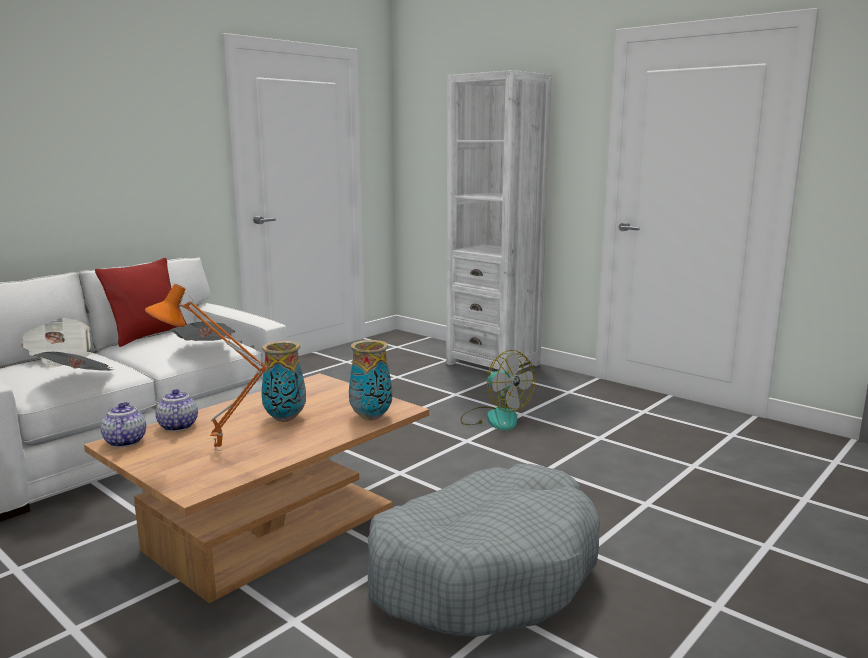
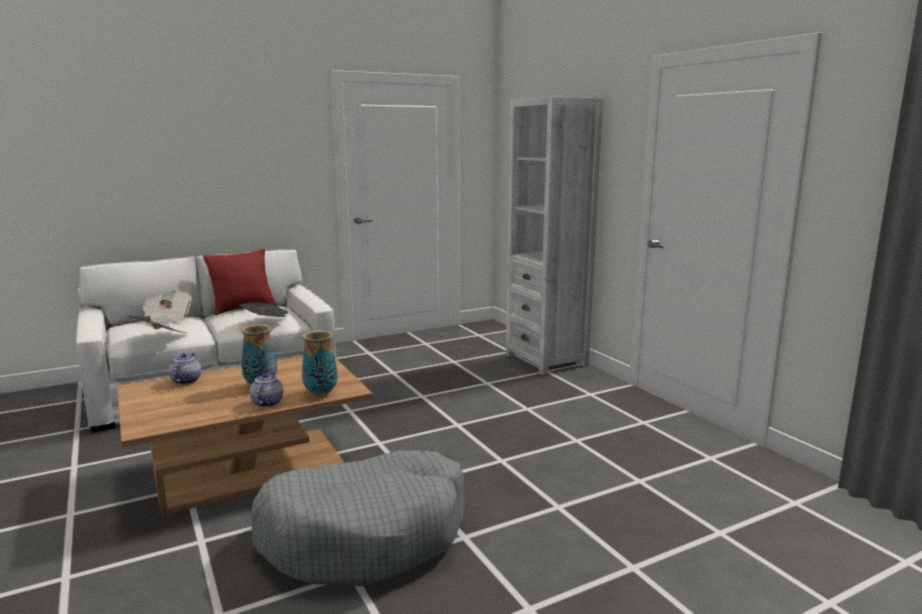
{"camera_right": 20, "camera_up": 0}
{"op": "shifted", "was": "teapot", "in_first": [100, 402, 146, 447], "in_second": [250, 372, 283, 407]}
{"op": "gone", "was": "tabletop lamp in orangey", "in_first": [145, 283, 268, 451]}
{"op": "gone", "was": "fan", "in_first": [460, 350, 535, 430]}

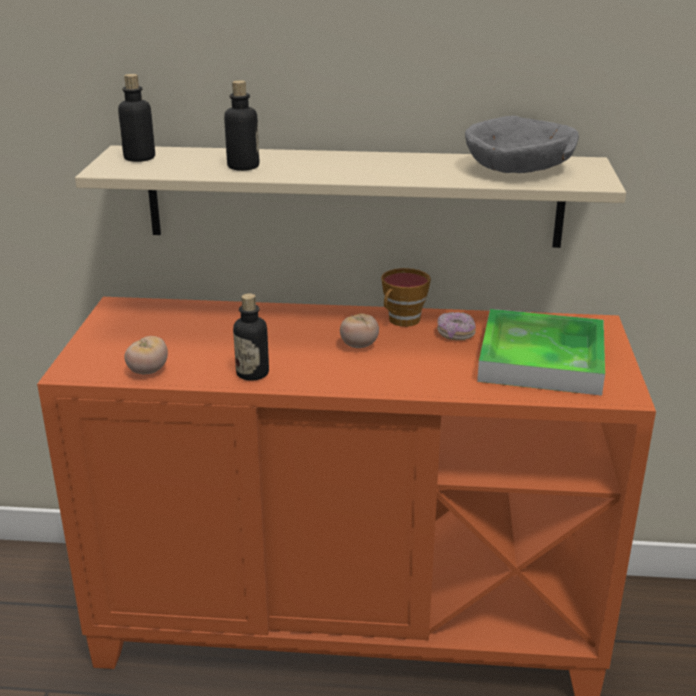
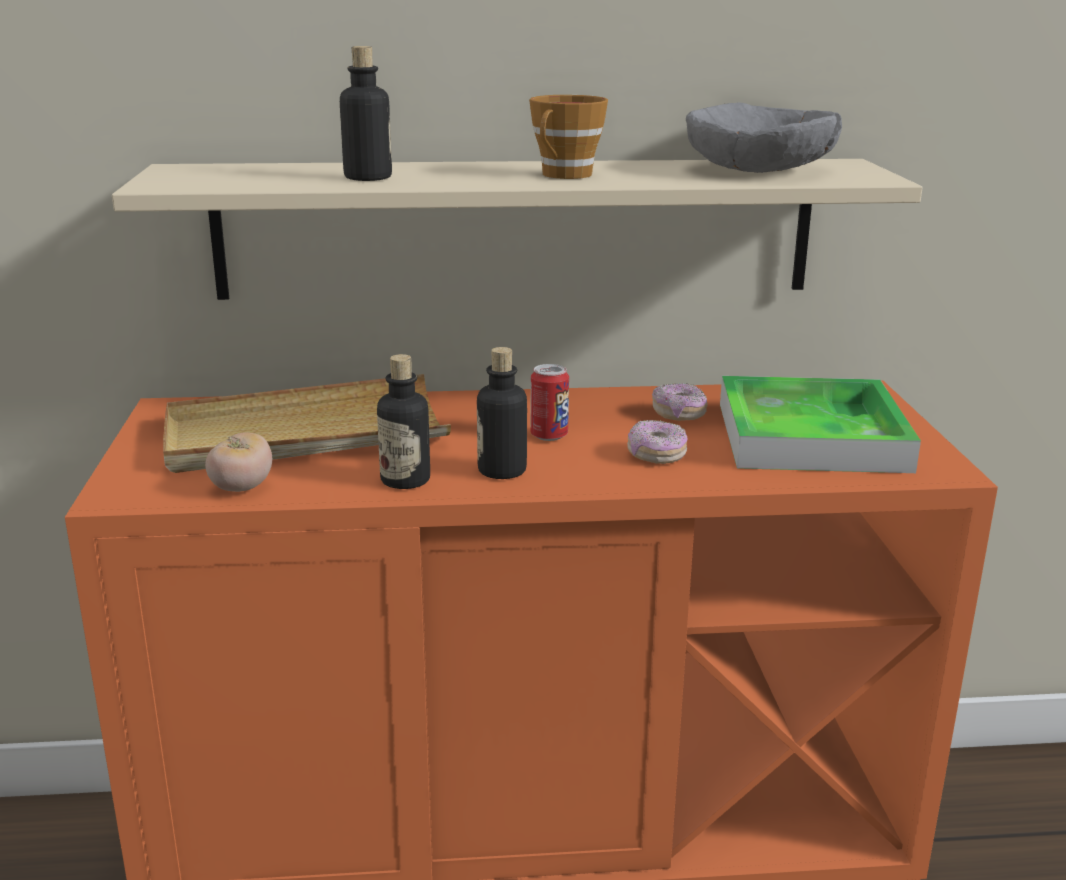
{"camera_right": -10, "camera_up": -5}
{"op": "shifted", "was": "beverage bottle", "in_first": [118, 74, 155, 162], "in_second": [477, 347, 527, 479]}
{"op": "swapped", "was": "fresh tomato", "now": "sealed can", "in_first": [340, 314, 379, 348], "in_second": [530, 364, 569, 441]}
{"op": "shifted", "was": "small cup", "in_first": [381, 268, 431, 327], "in_second": [529, 95, 608, 179]}
{"op": "new", "now": "serving tray in sand-coloured", "in_second": [163, 374, 451, 473]}
{"op": "new", "now": "doughnut", "in_second": [627, 420, 688, 464]}

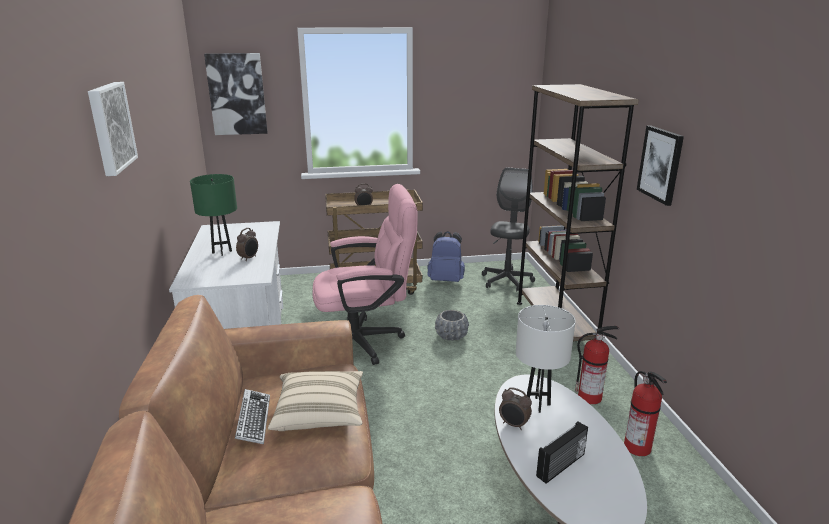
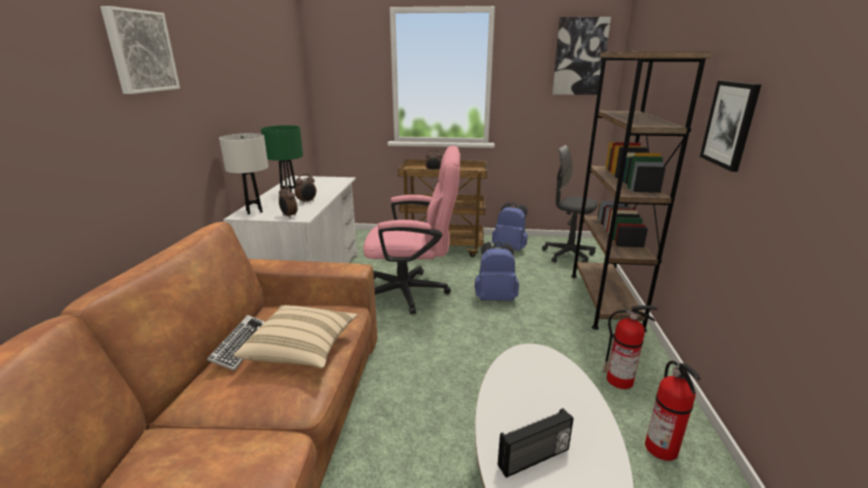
{"camera_right": 15, "camera_up": 0}
{"op": "shifted", "was": "picture", "in_first": [204, 53, 268, 135], "in_second": [552, 17, 611, 95]}
{"op": "swapped", "was": "planter in greyish", "now": "rucksack in bluish", "in_first": [435, 310, 469, 341], "in_second": [475, 242, 519, 301]}
{"op": "rotated", "was": "desk chair in greyish", "in_first": [482, 167, 535, 292], "in_second": [542, 145, 597, 263], "clockwise": -90}
{"op": "shifted", "was": "table clock", "in_first": [499, 387, 532, 430], "in_second": [279, 186, 297, 218]}
{"op": "shifted", "was": "tabletop lamp in whitish", "in_first": [516, 305, 576, 413], "in_second": [219, 133, 268, 215]}

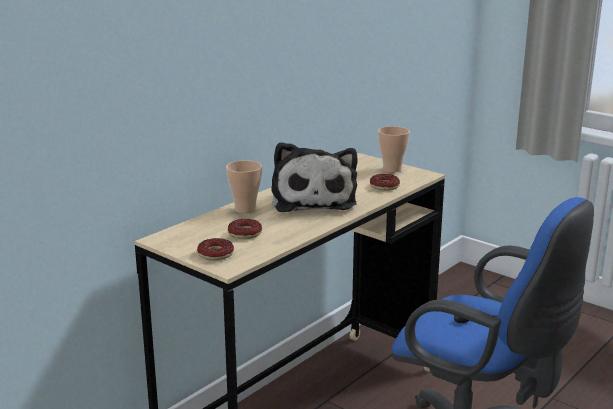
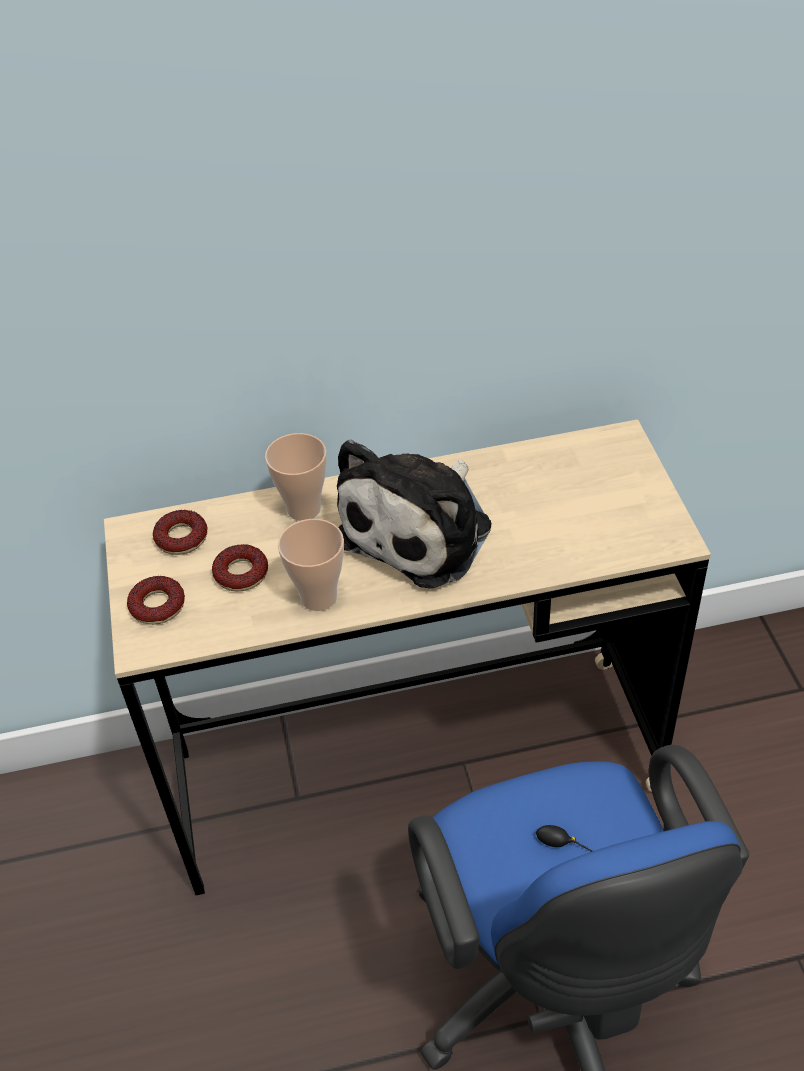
{"camera_right": 40, "camera_up": 25}
{"op": "shifted", "was": "doughnut", "in_first": [370, 174, 400, 191], "in_second": [153, 510, 208, 555]}
{"op": "shifted", "was": "small cup", "in_first": [378, 126, 410, 172], "in_second": [278, 519, 344, 611]}

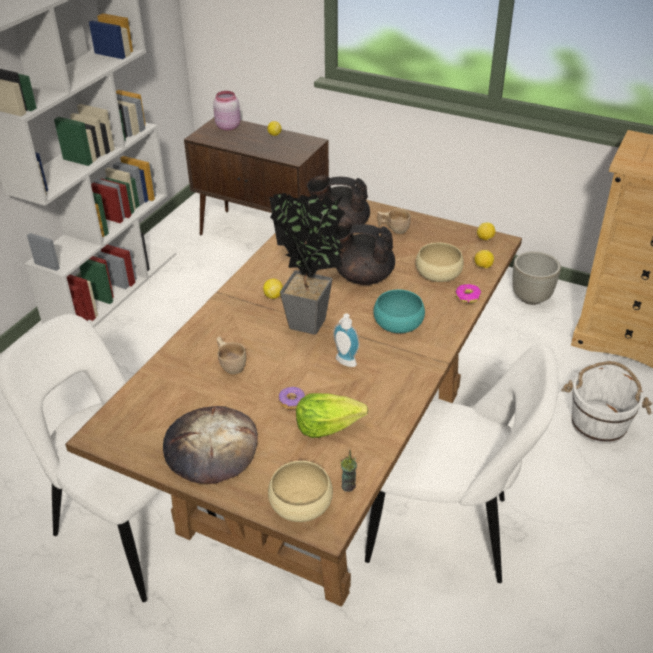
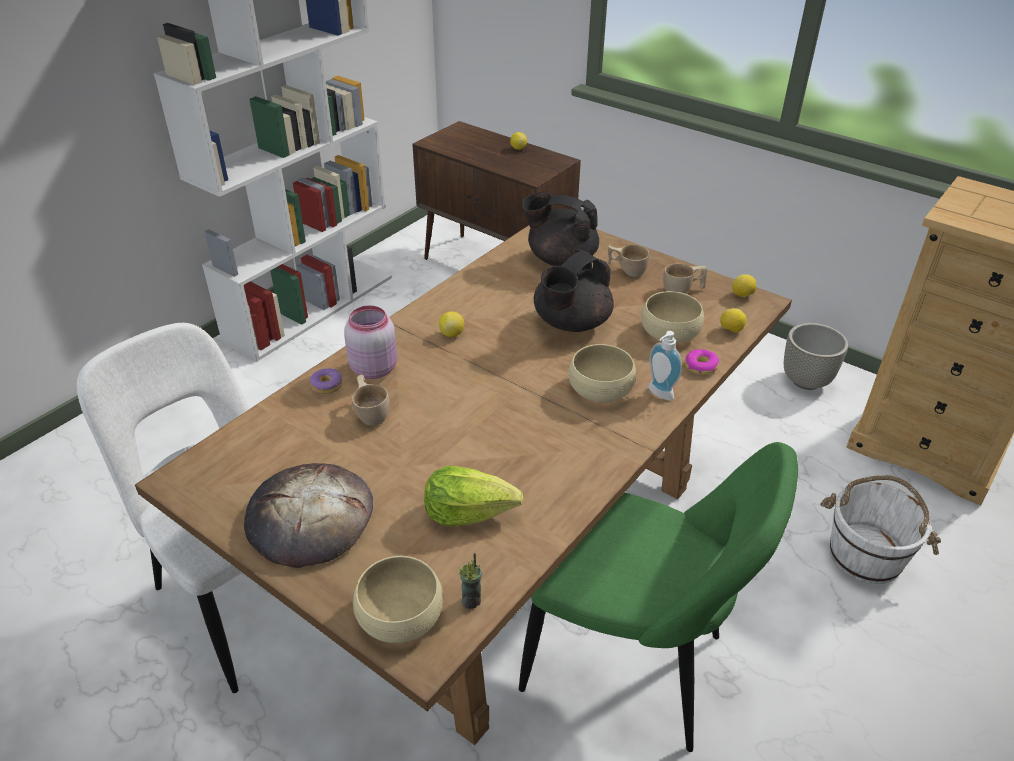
{"camera_right": 10, "camera_up": 0}
{"op": "shifted", "was": "preserve jar in pinkish", "in_first": [213, 91, 240, 131], "in_second": [344, 305, 397, 379]}
{"op": "gone", "was": "plant in a pot", "in_first": [269, 193, 345, 335]}
{"op": "shifted", "was": "doughnut", "in_first": [279, 387, 305, 410], "in_second": [310, 368, 342, 394]}
{"op": "shifted", "was": "liquid soap bottle", "in_first": [333, 314, 360, 367], "in_second": [648, 331, 682, 400]}
{"op": "rotated", "was": "teapot in blackish", "in_first": [334, 221, 395, 285], "in_second": [534, 249, 614, 332], "clockwise": -75}
{"op": "repainted", "was": "plain chair in whitish", "now": "plain chair in green-coloured", "in_first": [365, 344, 559, 583], "in_second": [519, 442, 798, 752]}
{"op": "repainted", "was": "deep dish in turquoise-coloured", "now": "deep dish in sand-coloured", "in_first": [373, 289, 425, 333], "in_second": [568, 344, 636, 402]}
{"op": "new", "now": "small cup in sand-coloured", "in_second": [663, 264, 707, 294]}

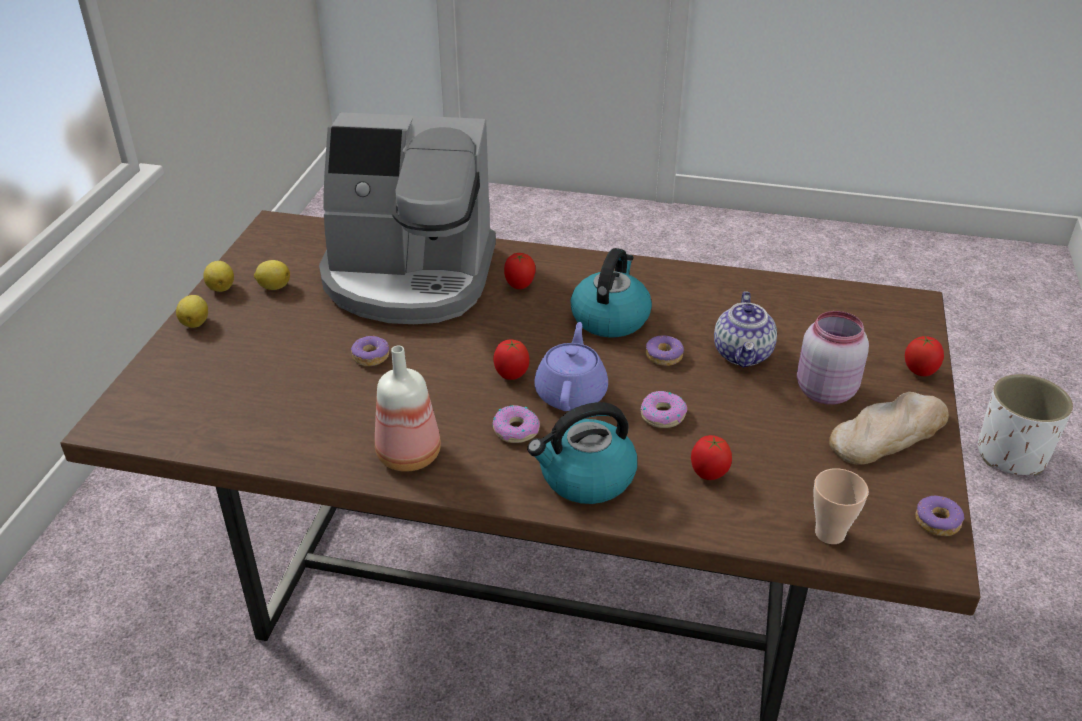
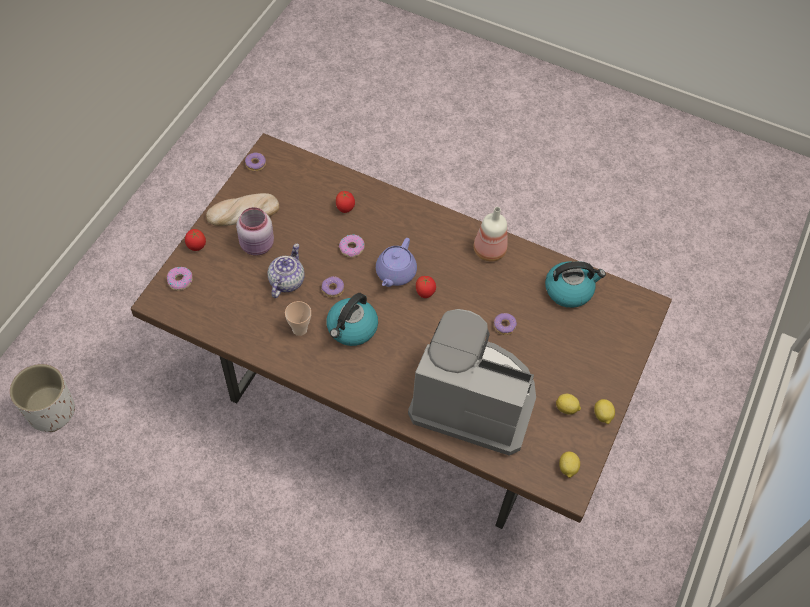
{"camera_right": -170, "camera_up": 20}
{"op": "shifted", "was": "citrus fruit", "in_first": [176, 295, 208, 328], "in_second": [559, 451, 580, 478]}
{"op": "shifted", "was": "doughnut", "in_first": [493, 405, 540, 443], "in_second": [167, 267, 192, 291]}
{"op": "gone", "was": "fresh tomato", "in_first": [504, 253, 536, 289]}
{"op": "shifted", "was": "water kettle", "in_first": [527, 402, 637, 504], "in_second": [545, 261, 606, 308]}
{"op": "shifted", "was": "small cup", "in_first": [813, 468, 869, 544], "in_second": [285, 301, 311, 336]}

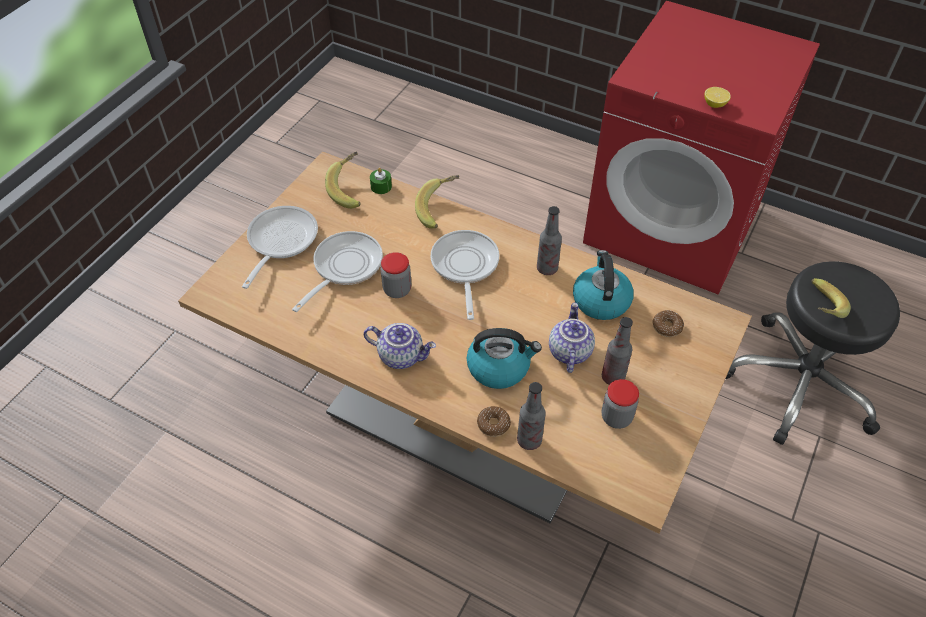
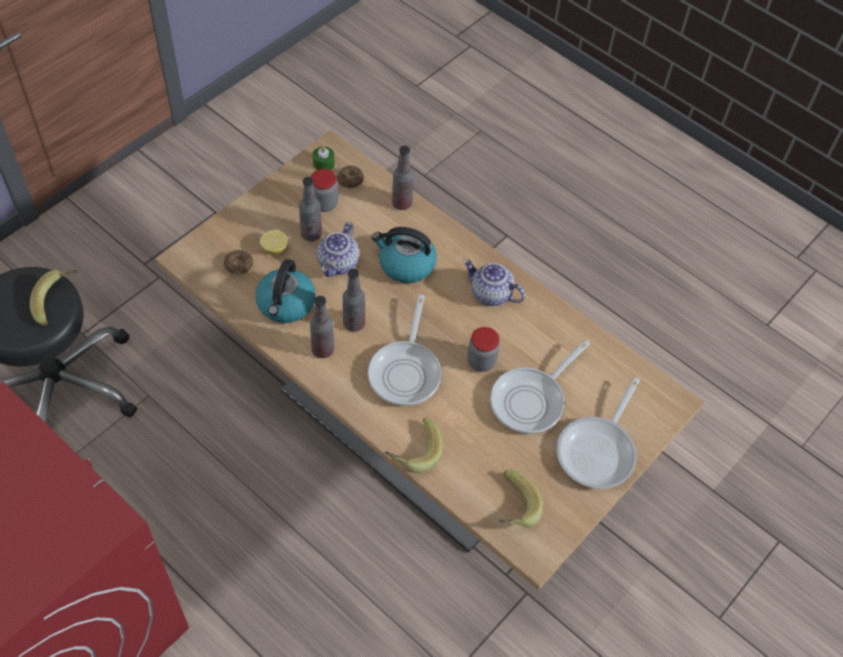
{"camera_right": -170, "camera_up": 5}
{"op": "shifted", "was": "candle in green-coloured", "in_first": [370, 168, 392, 194], "in_second": [313, 146, 335, 170]}
{"op": "shifted", "was": "doughnut", "in_first": [477, 406, 511, 437], "in_second": [336, 165, 364, 188]}
{"op": "shifted", "was": "citrus fruit", "in_first": [704, 87, 731, 108], "in_second": [260, 230, 288, 254]}
{"op": "new", "now": "beverage bottle", "in_second": [343, 269, 365, 331]}

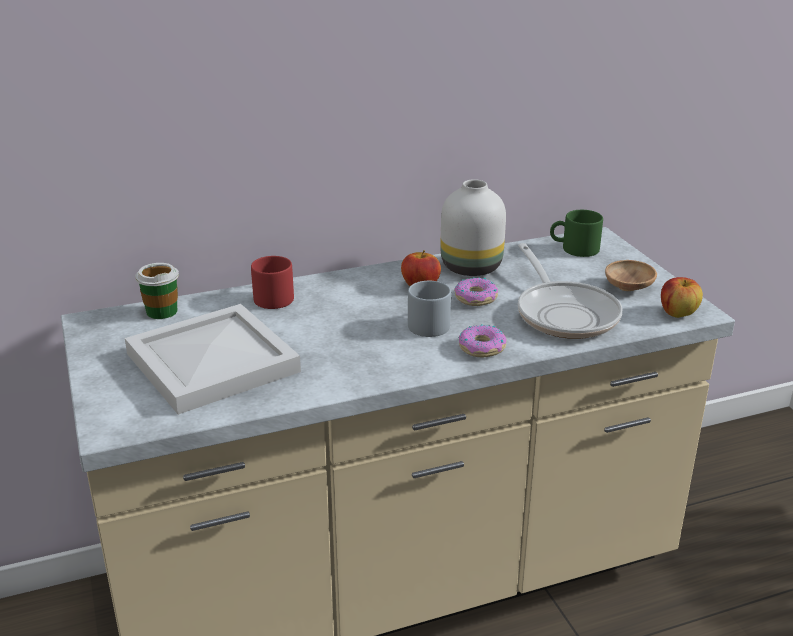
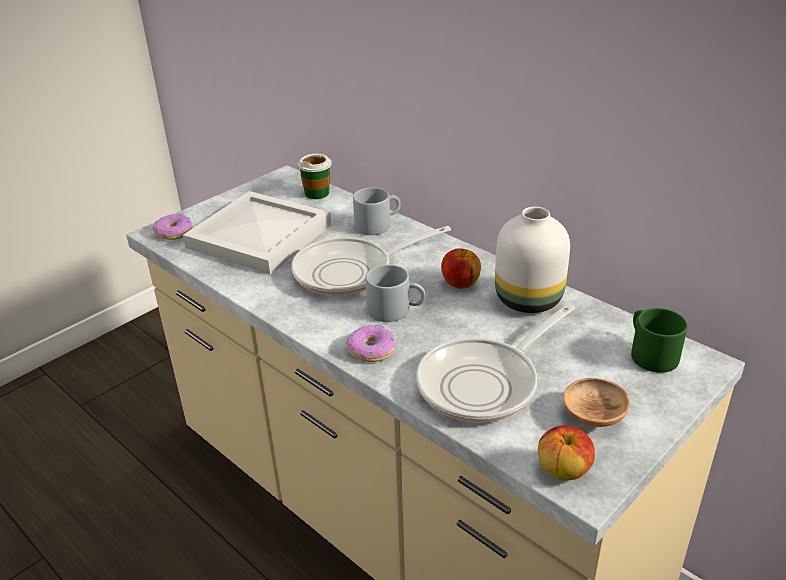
{"camera_right": 65, "camera_up": 5}
{"op": "repainted", "was": "coffee mug in red-coloured", "now": "coffee mug in greyish", "in_first": [251, 256, 294, 309], "in_second": [353, 187, 401, 235]}
{"op": "shifted", "was": "doughnut", "in_first": [454, 277, 498, 306], "in_second": [152, 214, 193, 240]}
{"op": "new", "now": "pan", "in_second": [292, 226, 451, 296]}

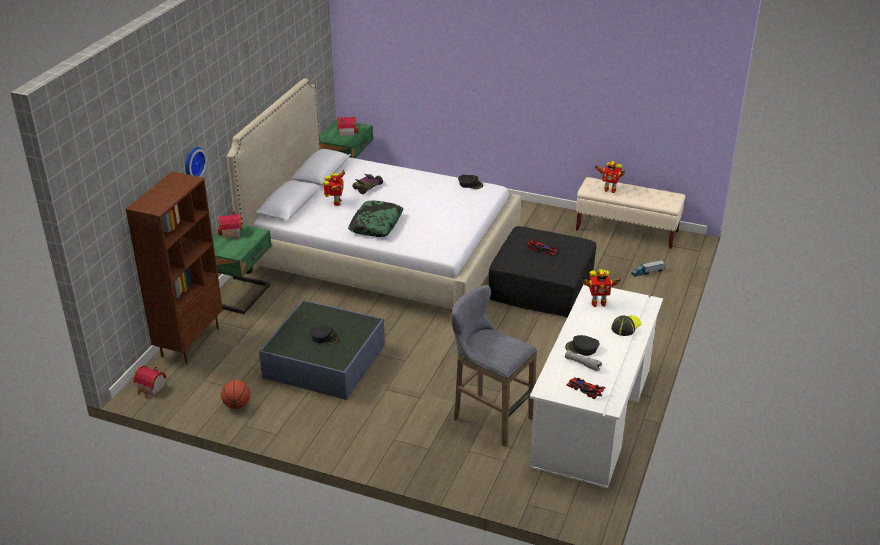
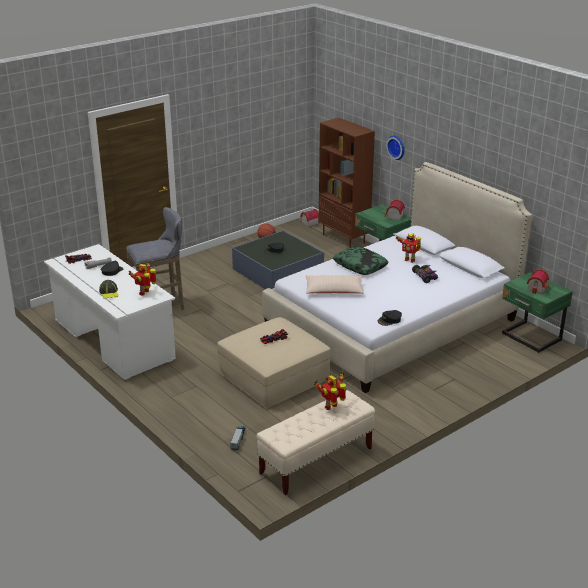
{"camera_right": 120, "camera_up": -5}
{"op": "repainted", "was": "ottoman in blackish", "now": "ottoman in sand-coloured", "in_first": [489, 226, 596, 317], "in_second": [217, 317, 331, 408]}
{"op": "new", "now": "pillow in sand-coloured", "in_second": [306, 275, 364, 294]}

